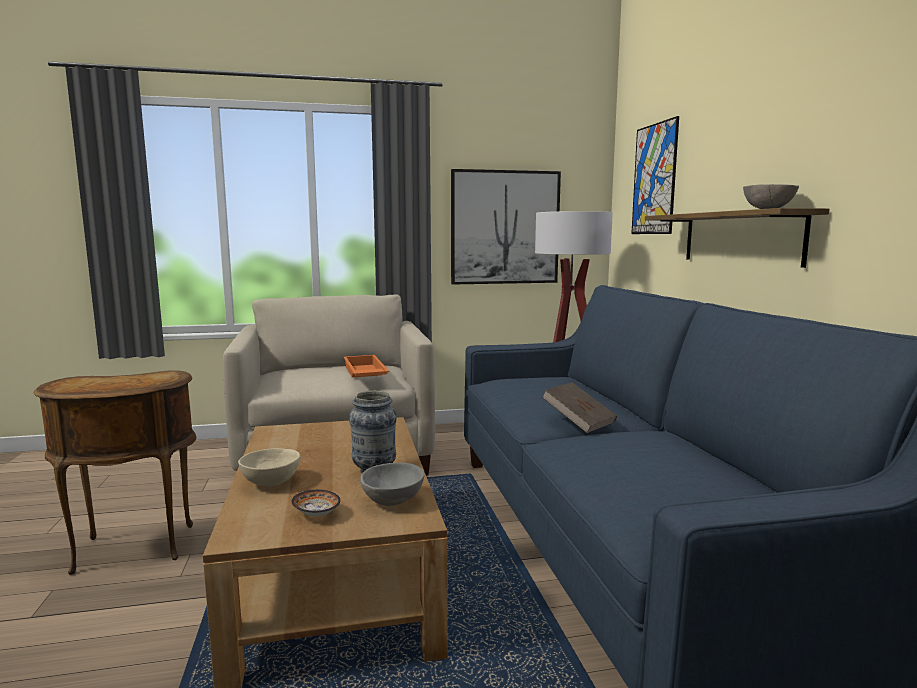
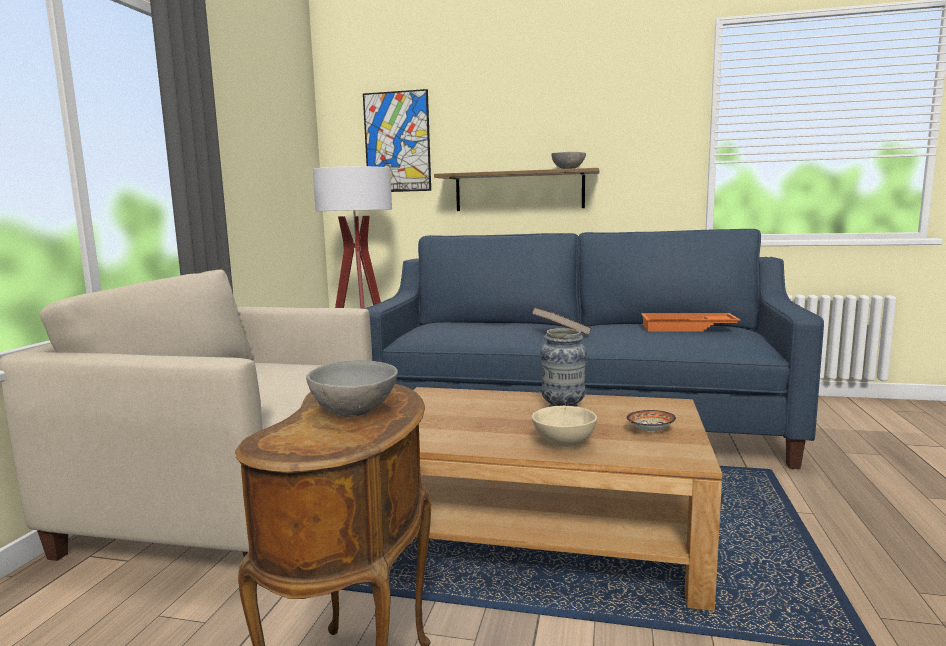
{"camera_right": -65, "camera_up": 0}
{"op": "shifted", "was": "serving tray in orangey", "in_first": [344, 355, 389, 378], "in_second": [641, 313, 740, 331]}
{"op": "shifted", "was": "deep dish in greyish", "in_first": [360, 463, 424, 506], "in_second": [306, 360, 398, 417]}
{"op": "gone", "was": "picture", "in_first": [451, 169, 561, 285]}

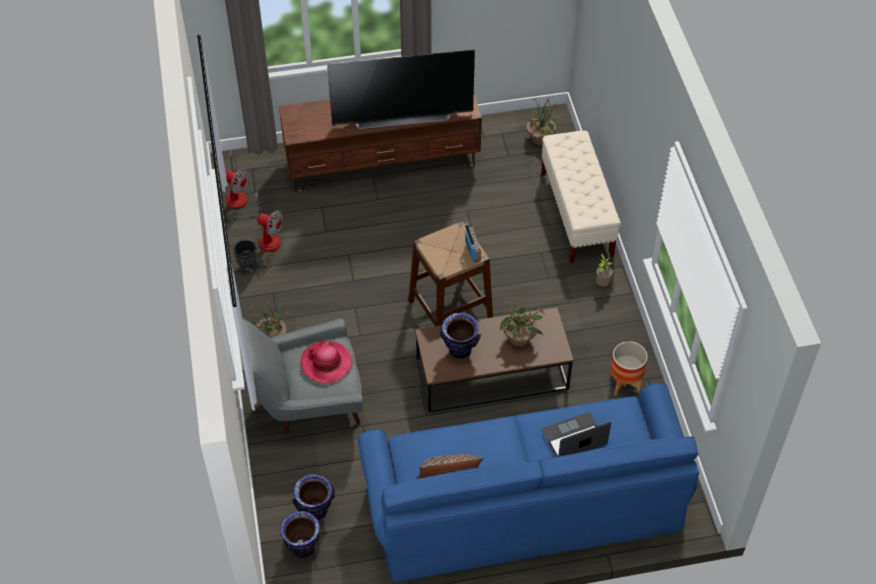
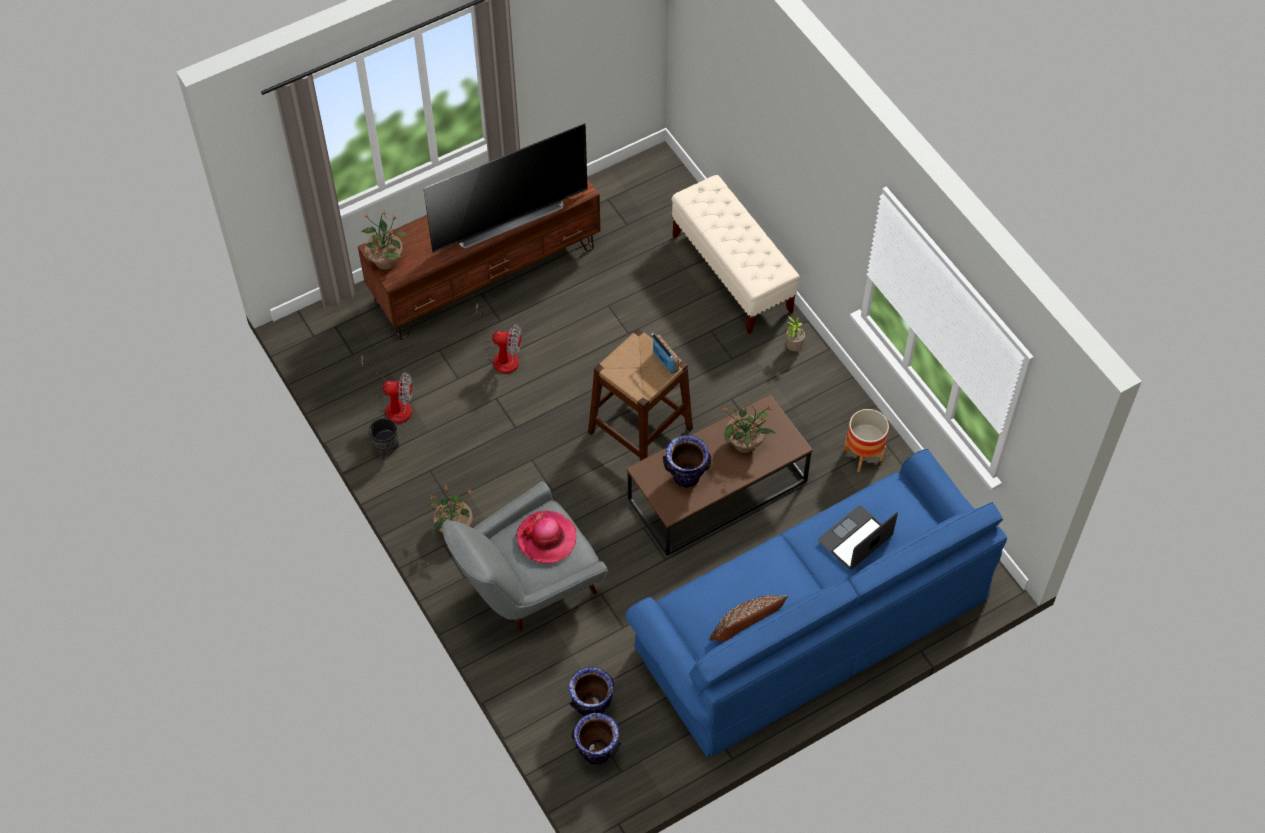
{"camera_right": -20, "camera_up": 5}
{"op": "shifted", "was": "fan", "in_first": [224, 149, 249, 209], "in_second": [476, 302, 522, 374]}
{"op": "shifted", "was": "plant in a pot", "in_first": [526, 98, 560, 145], "in_second": [362, 211, 406, 270]}

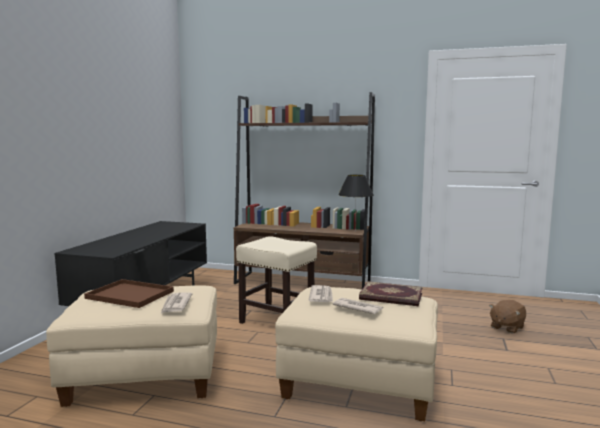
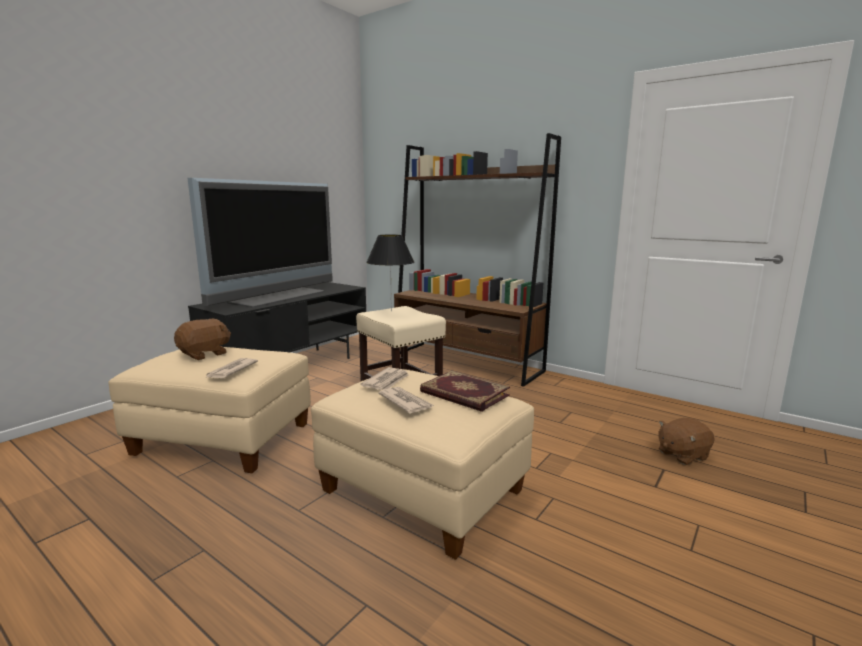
{"camera_right": 20, "camera_up": 5}
{"op": "swapped", "was": "serving tray in brown", "now": "cuddly toy in brown", "in_first": [84, 279, 174, 308], "in_second": [174, 319, 231, 360]}
{"op": "shifted", "was": "tabletop lamp in blackish", "in_first": [338, 175, 374, 229], "in_second": [366, 235, 414, 311]}
{"op": "new", "now": "TV set", "in_second": [187, 178, 333, 308]}

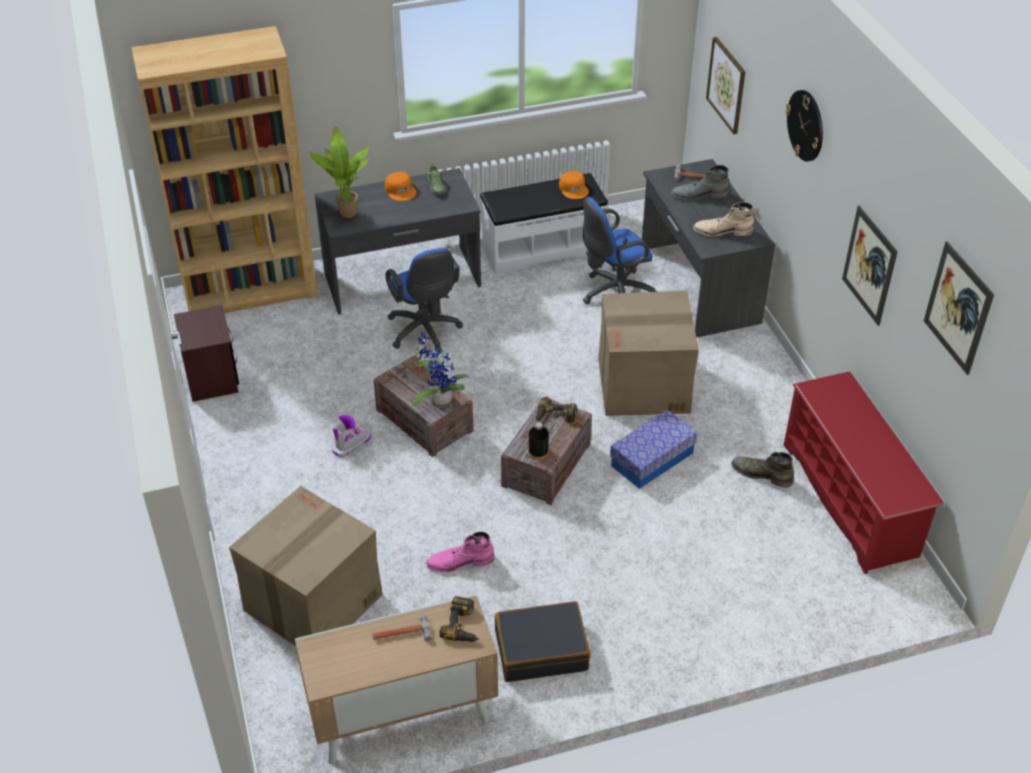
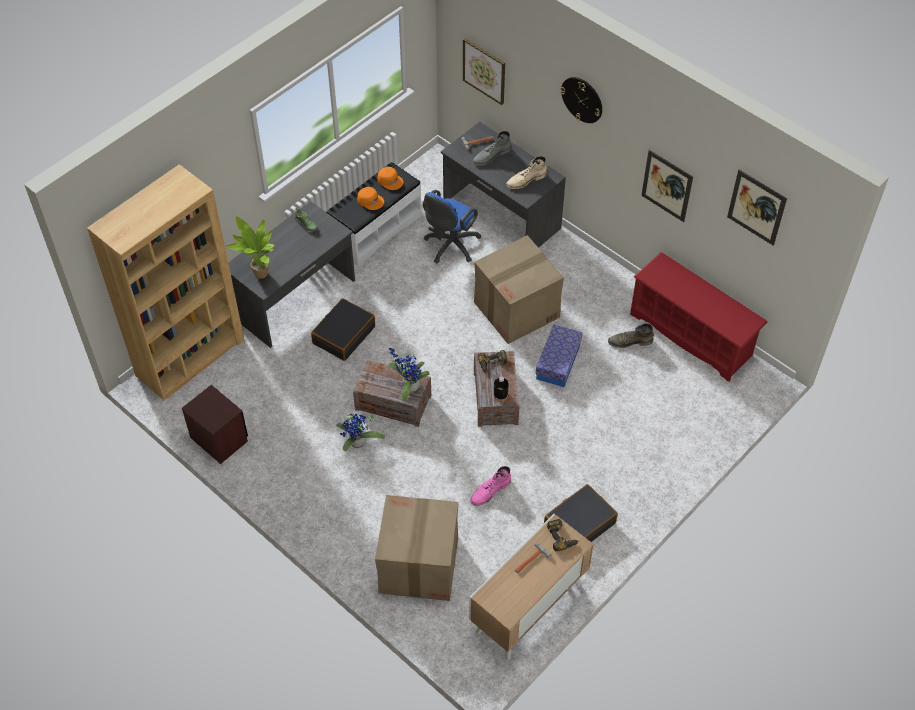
{"camera_right": -30, "camera_up": 10}
{"op": "swapped", "was": "high-top boot", "now": "plant in a pot", "in_first": [332, 415, 371, 458], "in_second": [336, 413, 385, 451]}
{"op": "shifted", "was": "cap in orangey", "in_first": [385, 172, 416, 201], "in_second": [357, 187, 384, 210]}
{"op": "swapped", "was": "desk chair in bluish", "now": "travel case in blackish", "in_first": [385, 248, 463, 353], "in_second": [311, 298, 375, 361]}

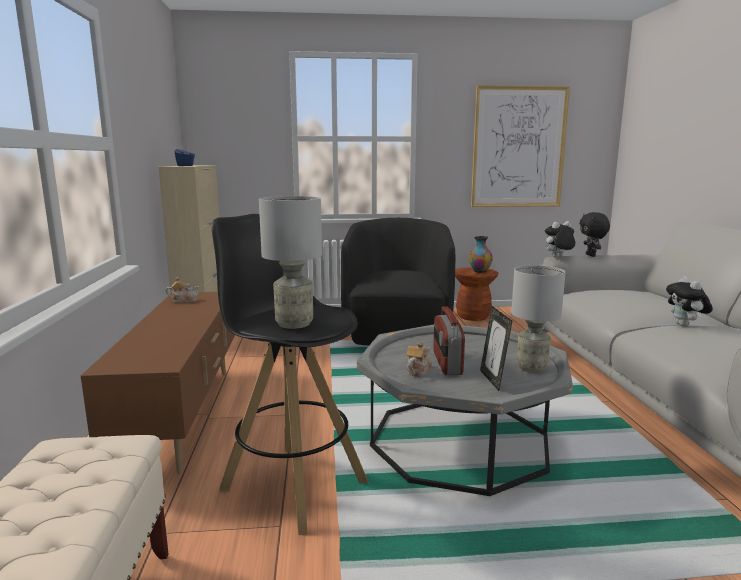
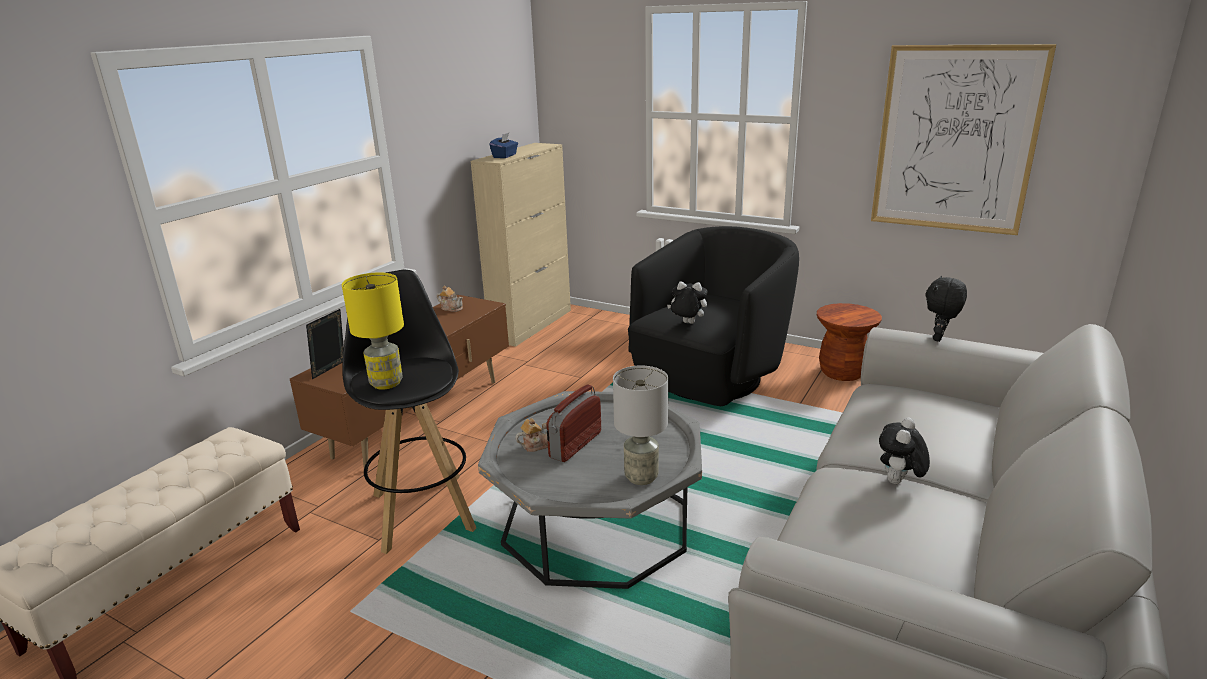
{"camera_right": 35, "camera_up": 10}
{"op": "repainted", "was": "tabletop lamp in greyish", "now": "tabletop lamp in yellow-coloured", "in_first": [259, 196, 322, 329], "in_second": [342, 272, 404, 390]}
{"op": "gone", "was": "decorative vase", "in_first": [469, 236, 493, 273]}
{"op": "shifted", "was": "picture frame", "in_first": [480, 306, 512, 391], "in_second": [306, 309, 344, 379]}
{"op": "shifted", "was": "cuddly toy", "in_first": [544, 221, 575, 258], "in_second": [667, 281, 707, 324]}

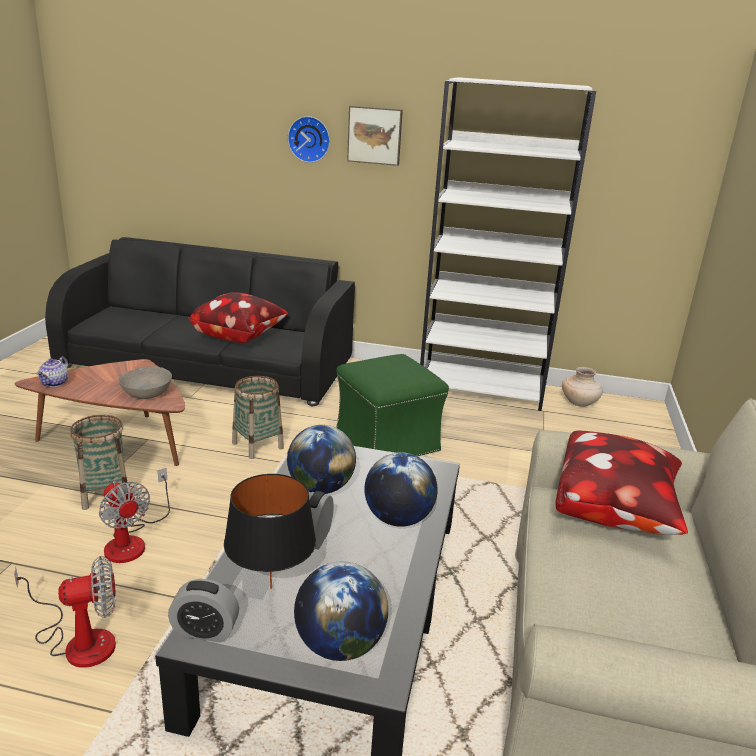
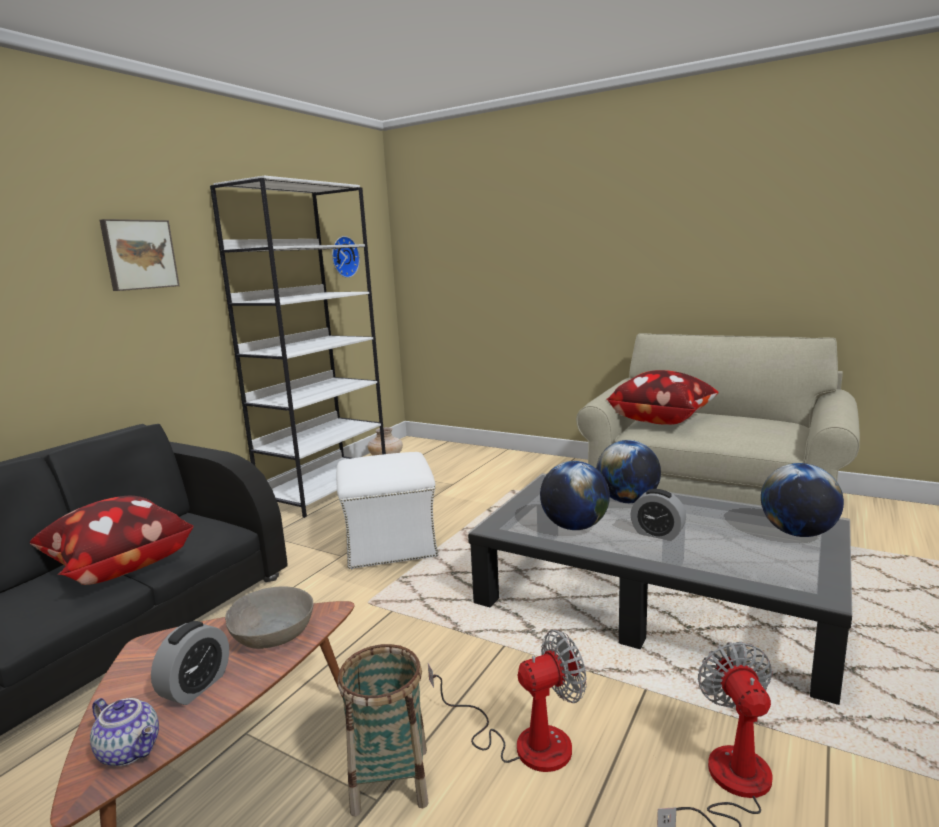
{"camera_right": -70, "camera_up": -10}
{"op": "shifted", "was": "table clock", "in_first": [168, 579, 239, 642], "in_second": [151, 621, 229, 705]}
{"op": "gone", "was": "tabletop lamp in blackish", "in_first": [224, 474, 316, 589]}
{"op": "gone", "was": "storage basket", "in_first": [232, 376, 284, 459]}
{"op": "shifted", "was": "clock on the wall", "in_first": [288, 116, 330, 163], "in_second": [332, 236, 360, 278]}
{"op": "repainted", "was": "ottoman in green-coloured", "now": "ottoman in whitish", "in_first": [336, 354, 449, 456], "in_second": [336, 452, 438, 569]}

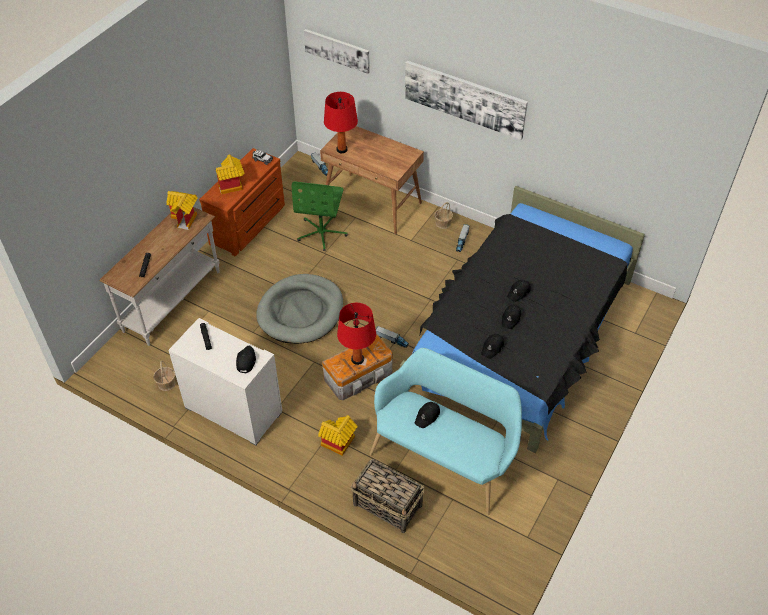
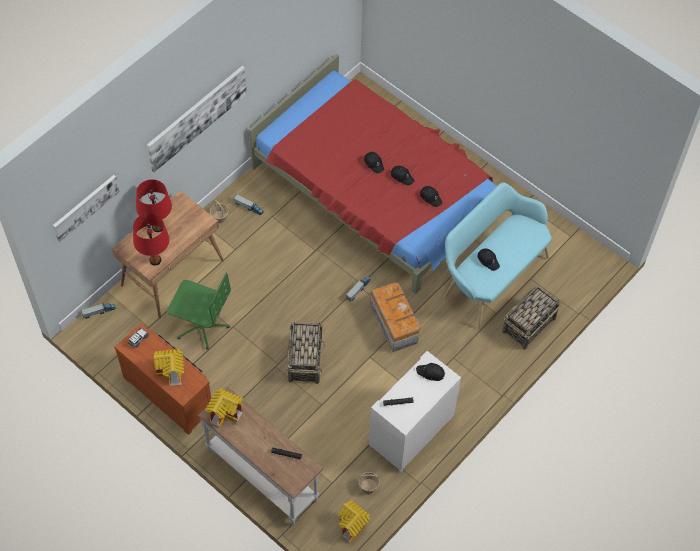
{"camera_right": -80, "camera_up": 10}
{"op": "swapped", "was": "dog cushion in greyish", "now": "storage basket", "in_first": [256, 274, 343, 344], "in_second": [287, 322, 325, 384]}
{"op": "shifted", "was": "toy house", "in_first": [318, 415, 358, 456], "in_second": [338, 500, 370, 543]}
{"op": "shifted", "was": "tabletop lamp in red-coloured", "in_first": [337, 303, 376, 365], "in_second": [136, 179, 172, 232]}
{"op": "repainted", "was": "bedroom bed in blackish", "now": "bedroom bed in red-coloured", "in_first": [400, 186, 645, 453], "in_second": [249, 54, 496, 294]}

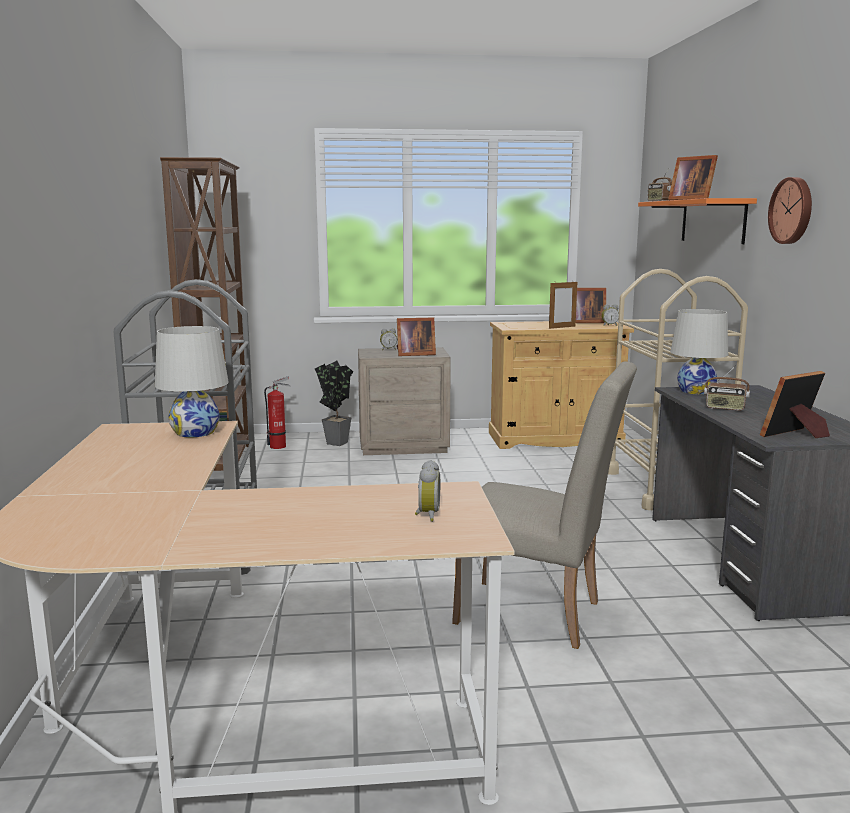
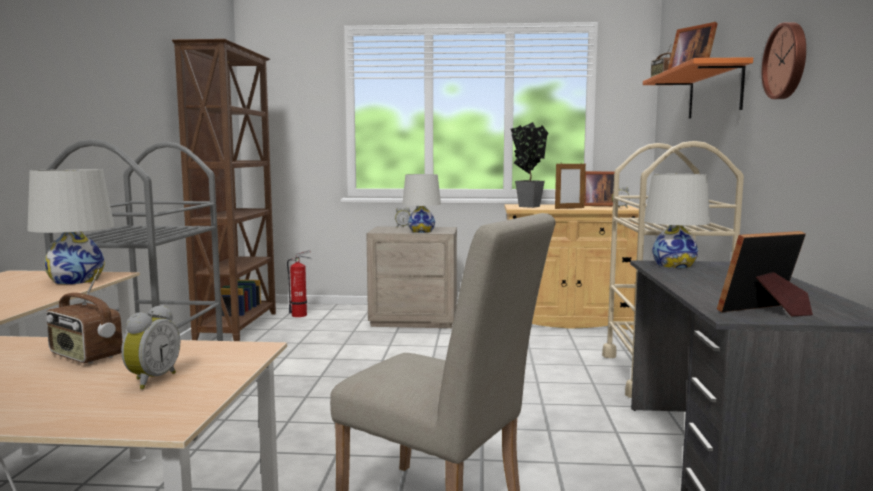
{"camera_right": 10, "camera_up": -5}
{"op": "shifted", "was": "plant in a pot", "in_first": [315, 361, 353, 446], "in_second": [511, 122, 549, 208]}
{"op": "swapped", "was": "picture frame", "now": "tabletop lamp in whitish", "in_first": [397, 318, 436, 356], "in_second": [402, 174, 441, 233]}
{"op": "shifted", "was": "radio", "in_first": [704, 365, 750, 411], "in_second": [46, 270, 123, 363]}

